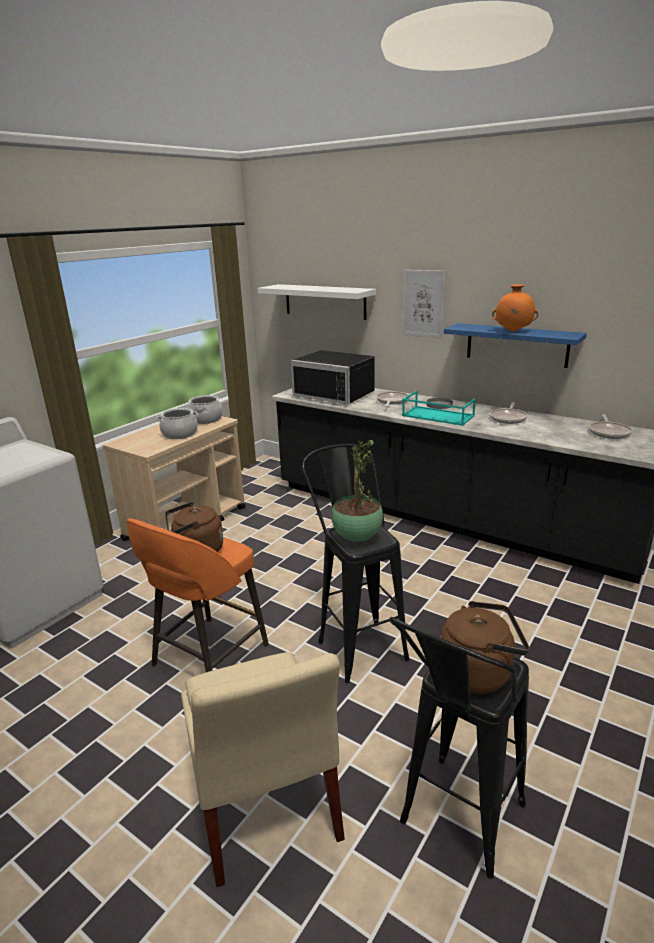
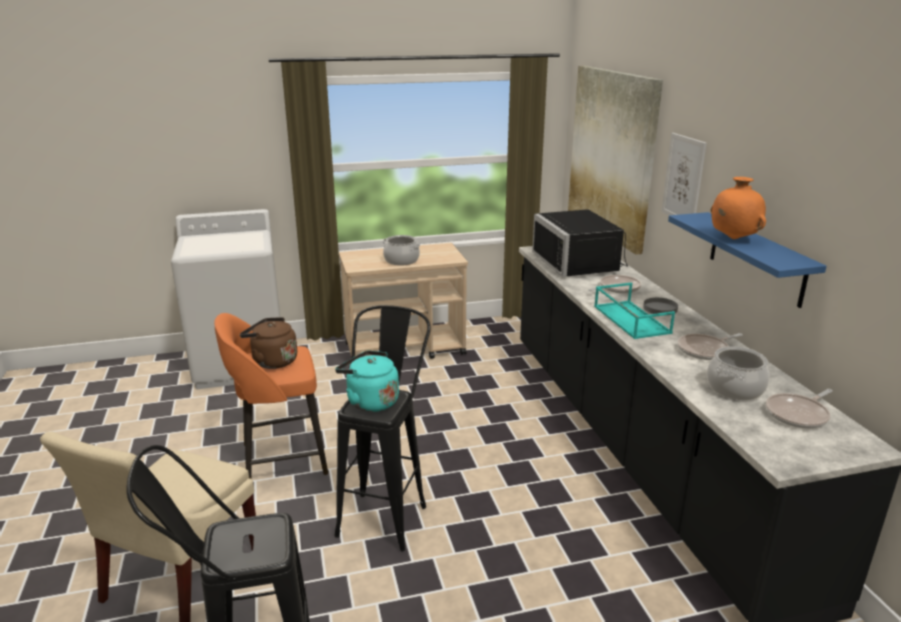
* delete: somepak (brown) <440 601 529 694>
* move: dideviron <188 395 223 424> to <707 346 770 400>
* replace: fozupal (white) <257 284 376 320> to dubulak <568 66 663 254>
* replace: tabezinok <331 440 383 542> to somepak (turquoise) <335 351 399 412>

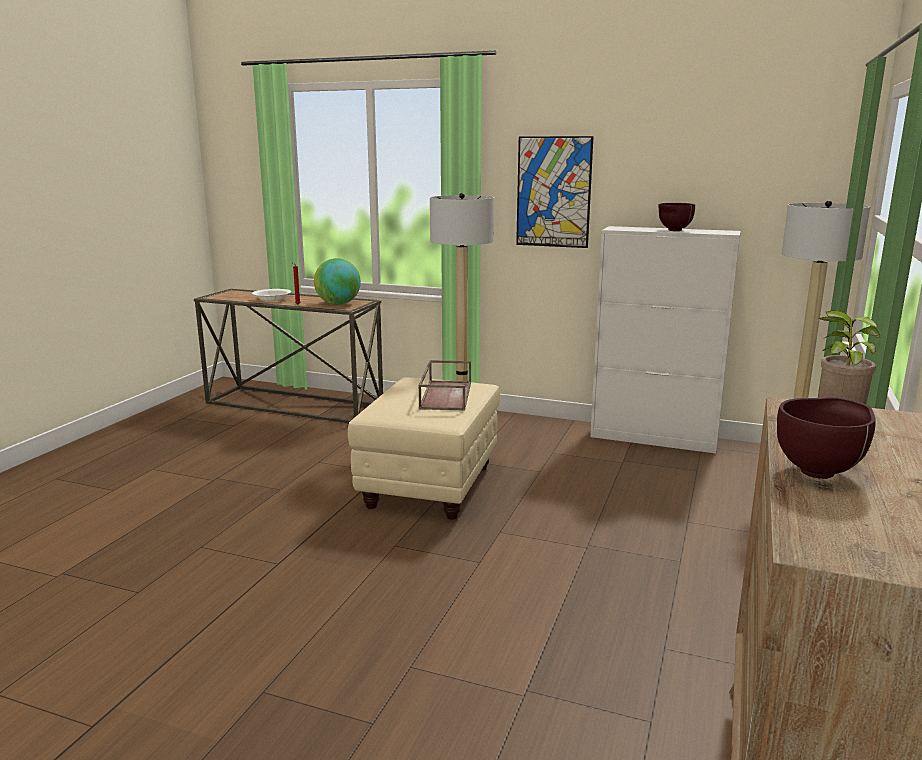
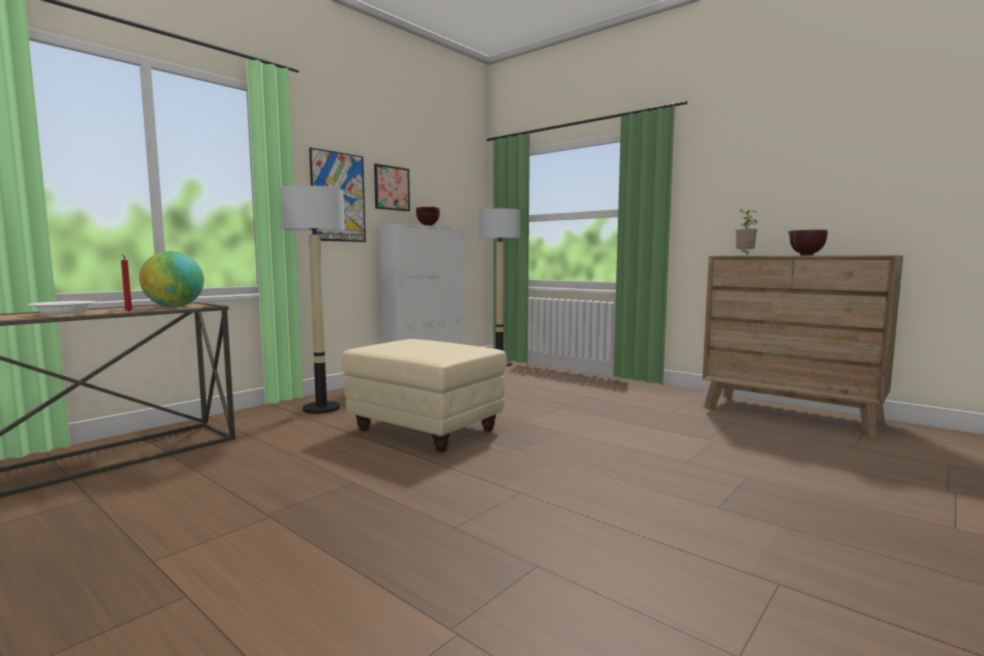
* delete: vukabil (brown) <419 360 471 411>
* insert: dubulak <374 164 410 211>

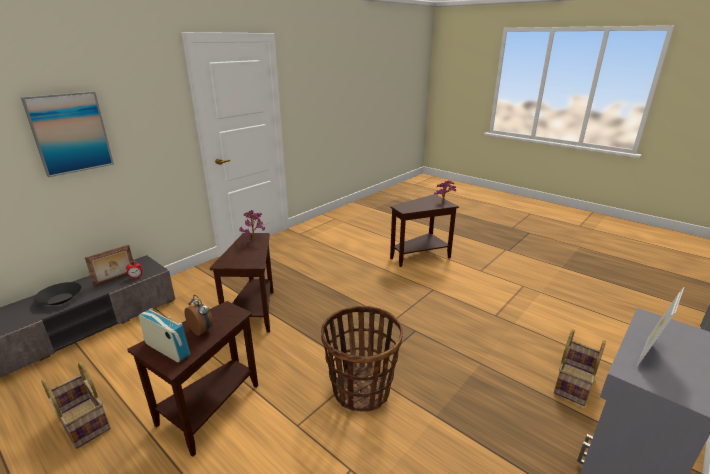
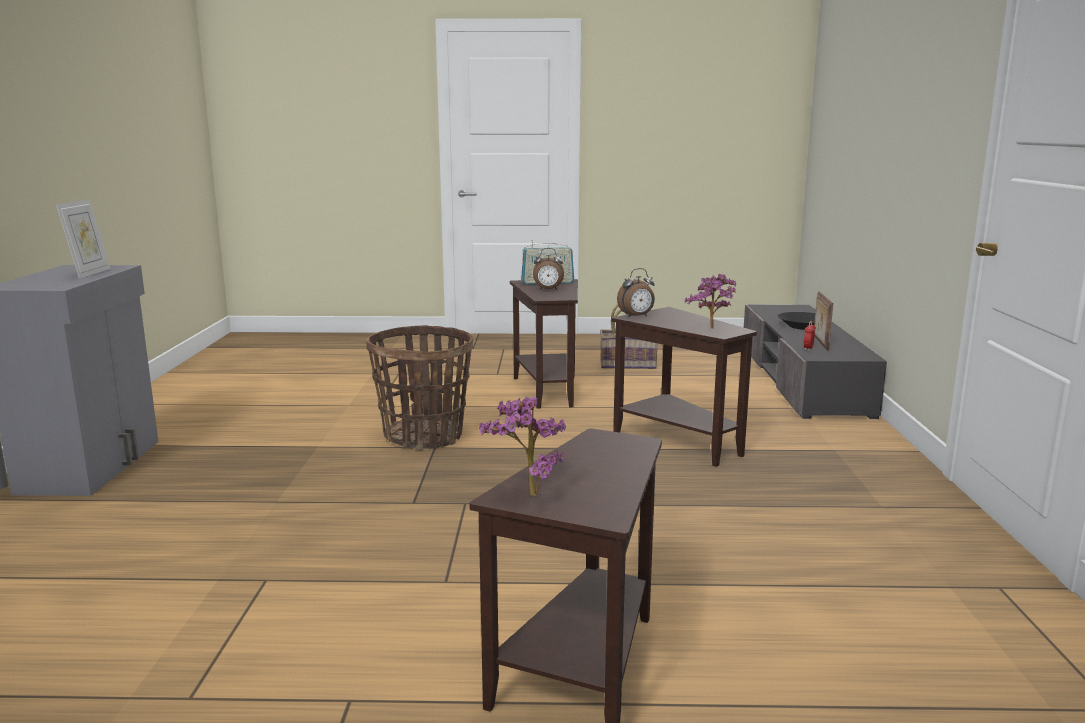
* delete: dubulak <21 91 114 177>
* delete: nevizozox <554 329 606 406>
* insert: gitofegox <617 268 655 318>

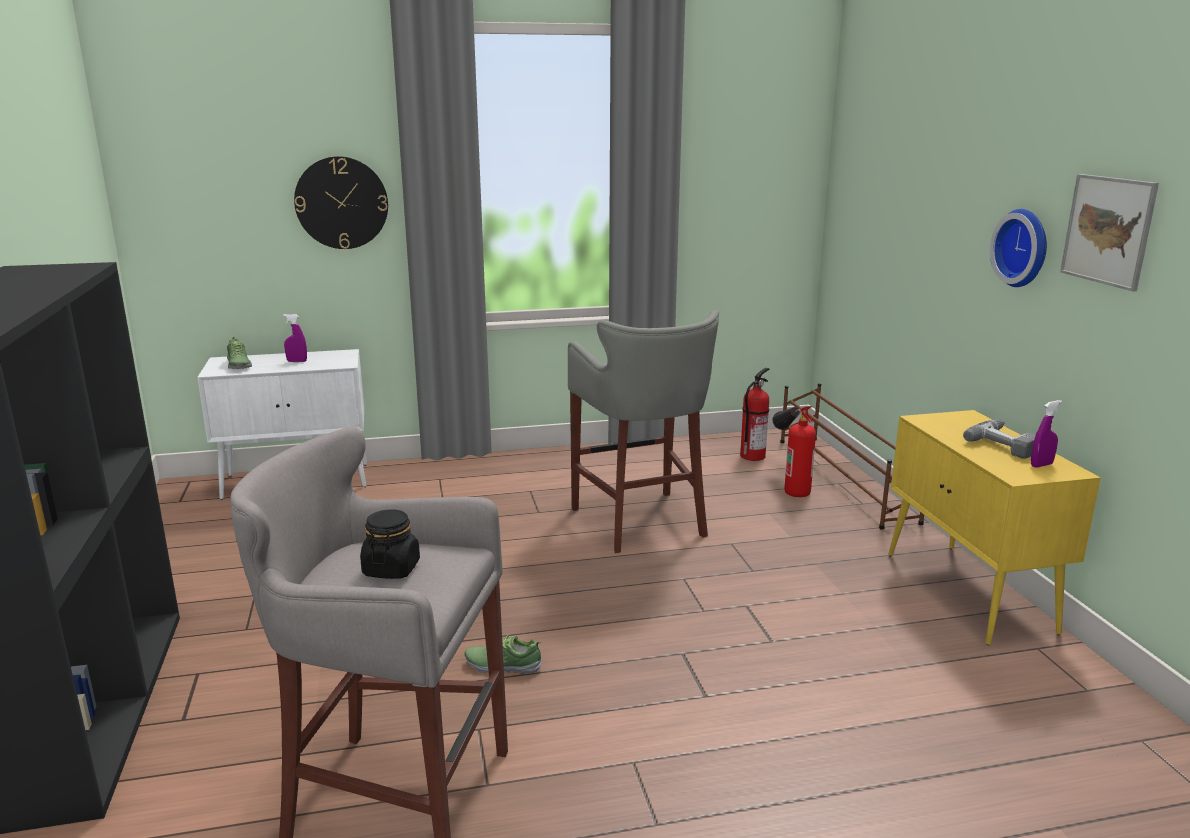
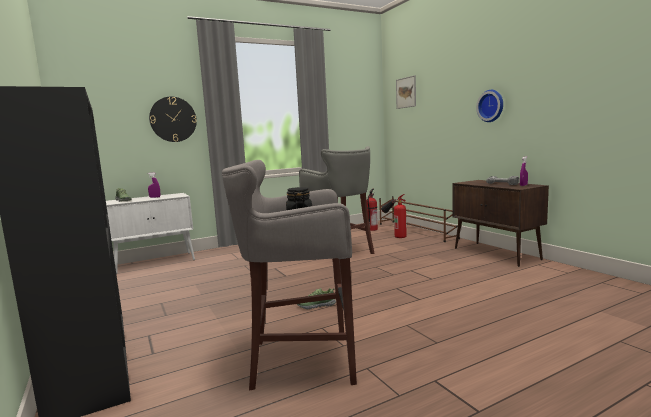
* move: dubulak <1060 174 1159 291> to <396 75 416 109>
* recolor: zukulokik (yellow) <888 410 1101 645> to zukulokik (brown) <452 180 549 267>

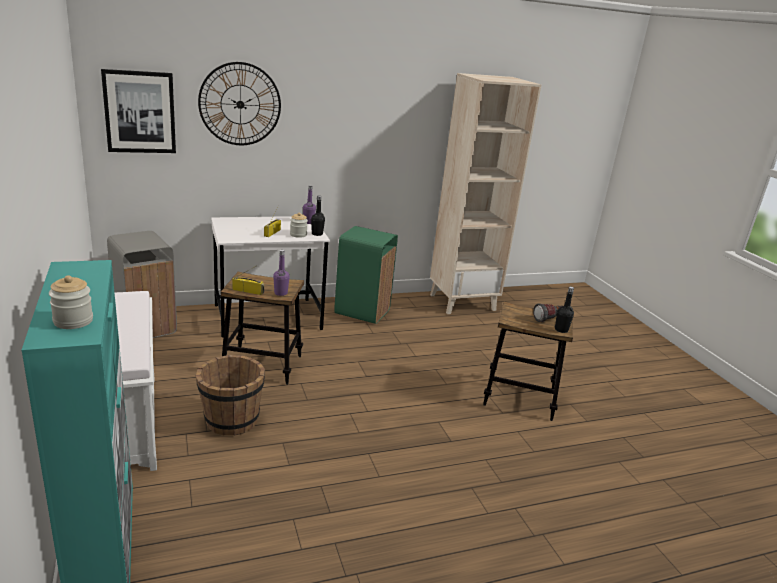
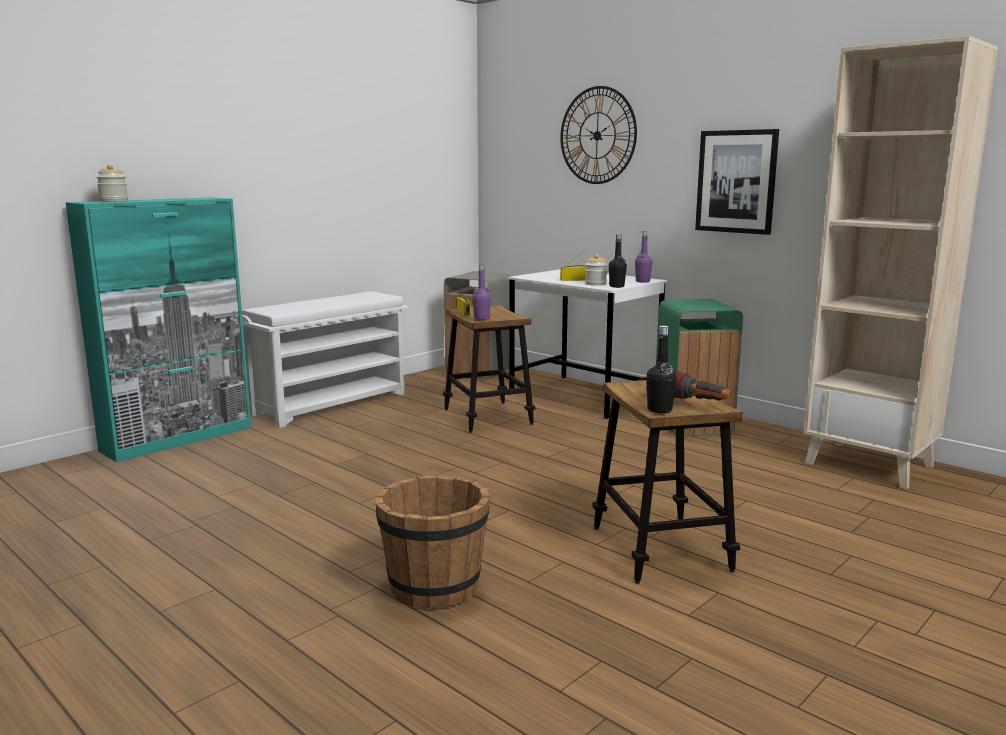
* move: dubulak <101 69 176 153> to <695 129 779 235>
* move: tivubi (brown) <196 355 265 436> to <375 475 490 608>

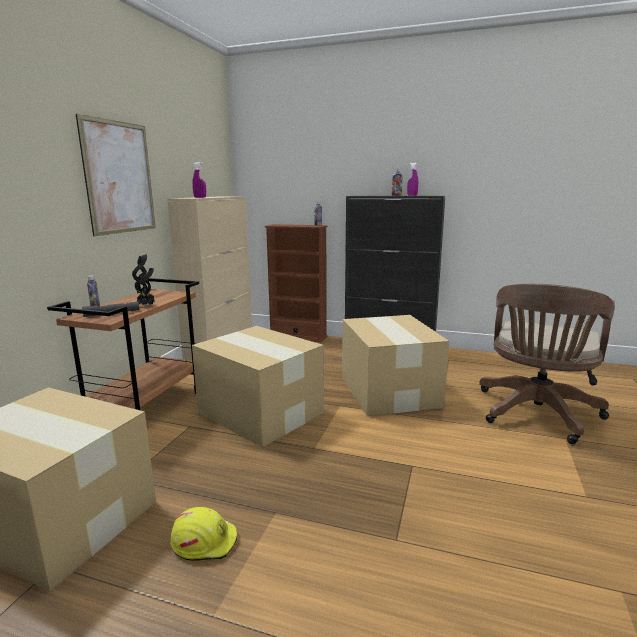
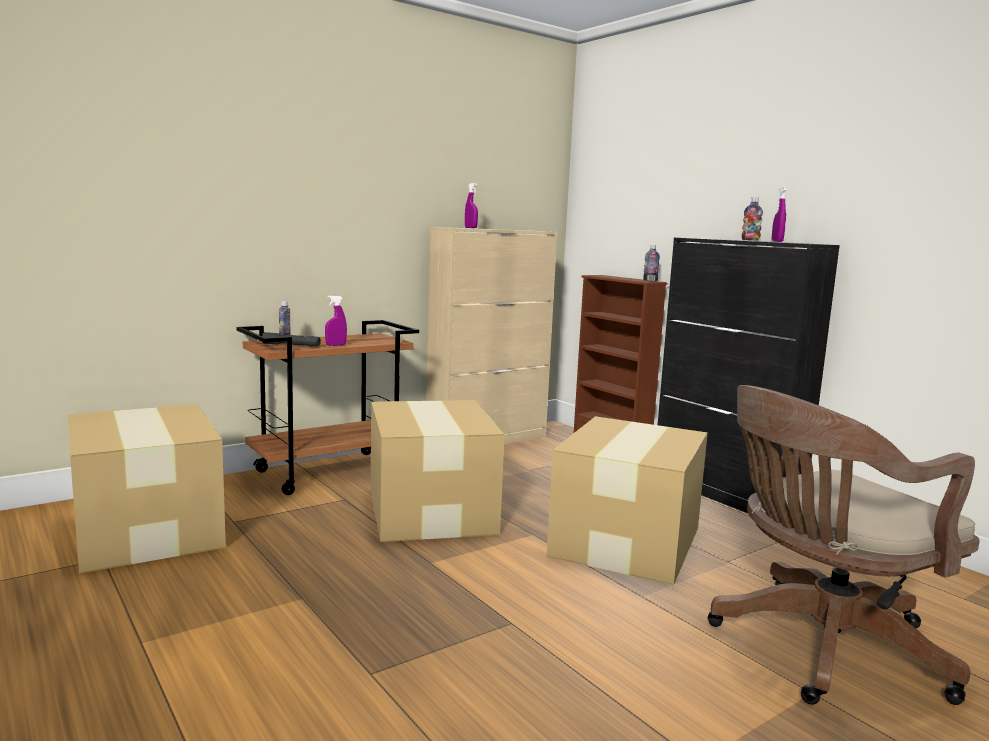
* delete: dubulak <76 114 156 236>
* delete: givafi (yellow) <171 507 237 561>
* replace: tabezinok <132 254 155 306> to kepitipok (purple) <325 295 347 346>

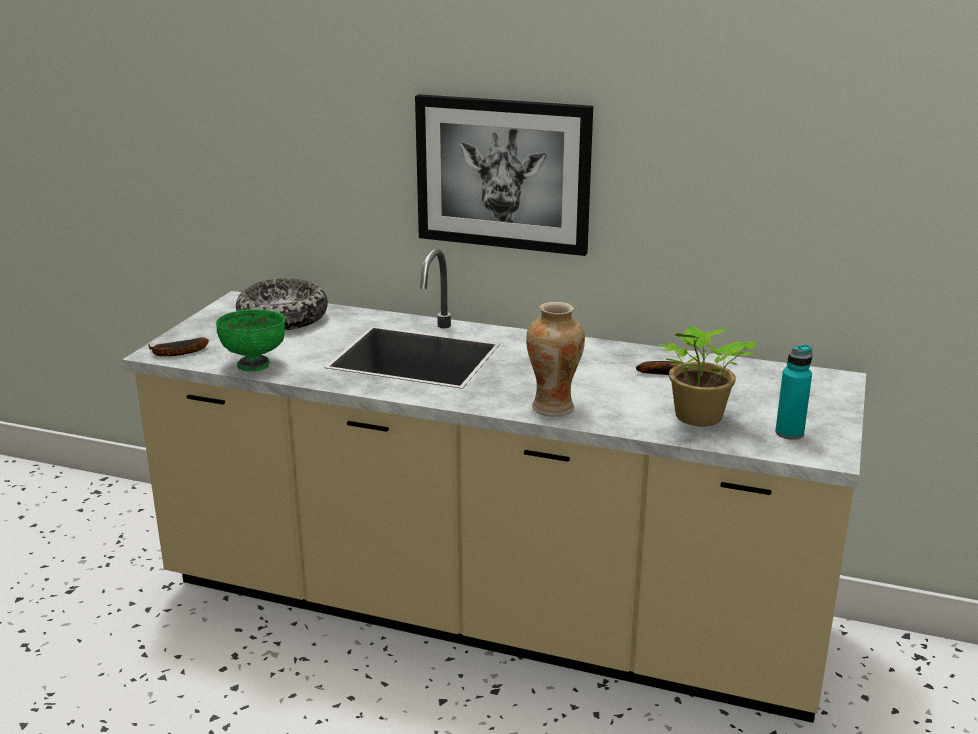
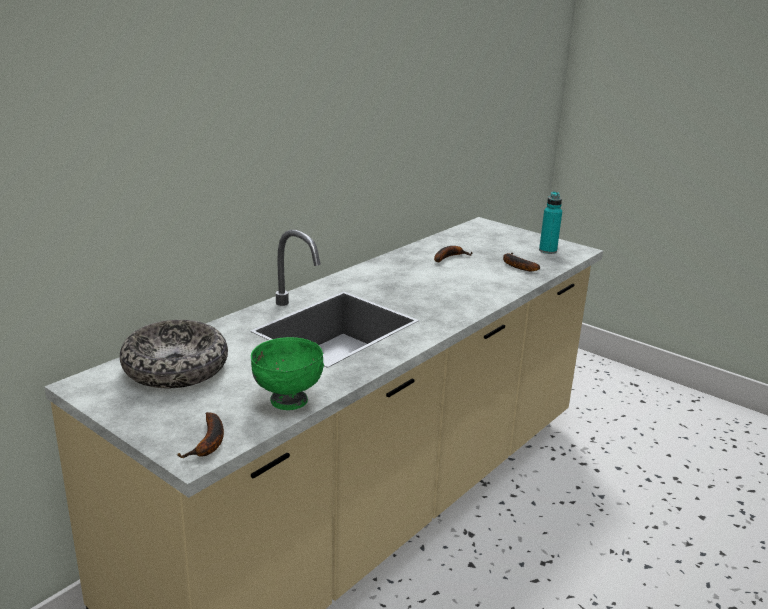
* delete: dubulak <415 94 593 256>
* delete: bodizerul <526 302 585 416>
* replace: tabezinok <658 326 755 426> to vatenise <503 253 540 271>

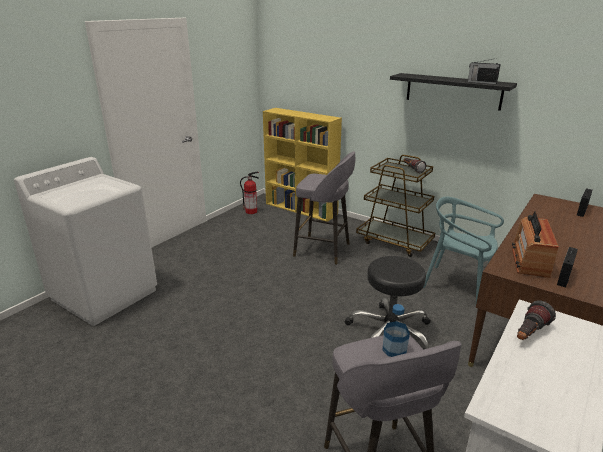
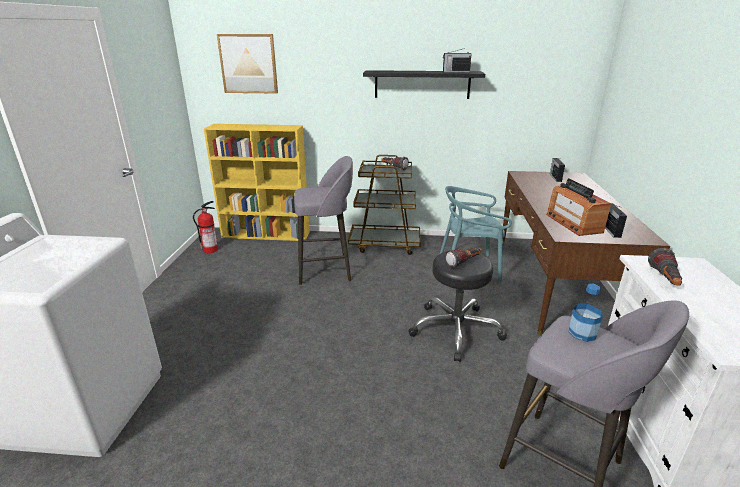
* insert: dubulak <217 34 278 94>
* insert: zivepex <445 247 482 268>

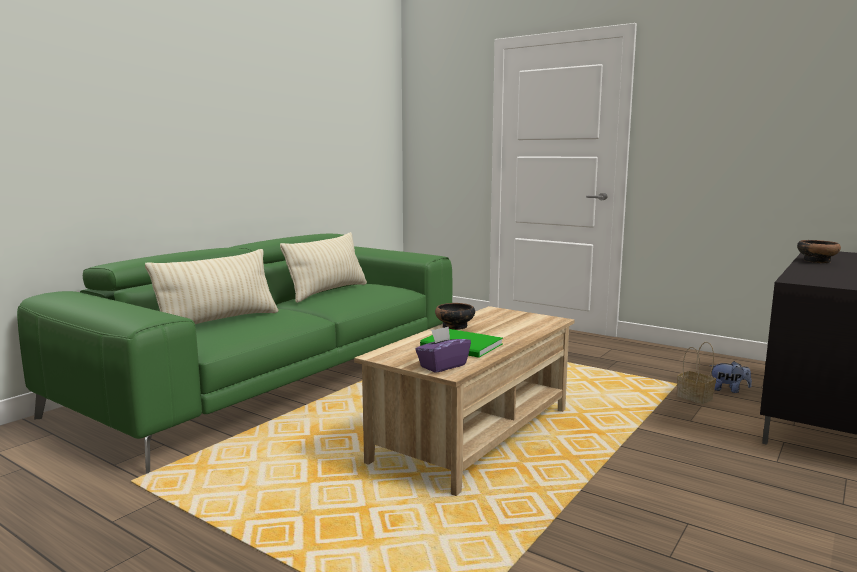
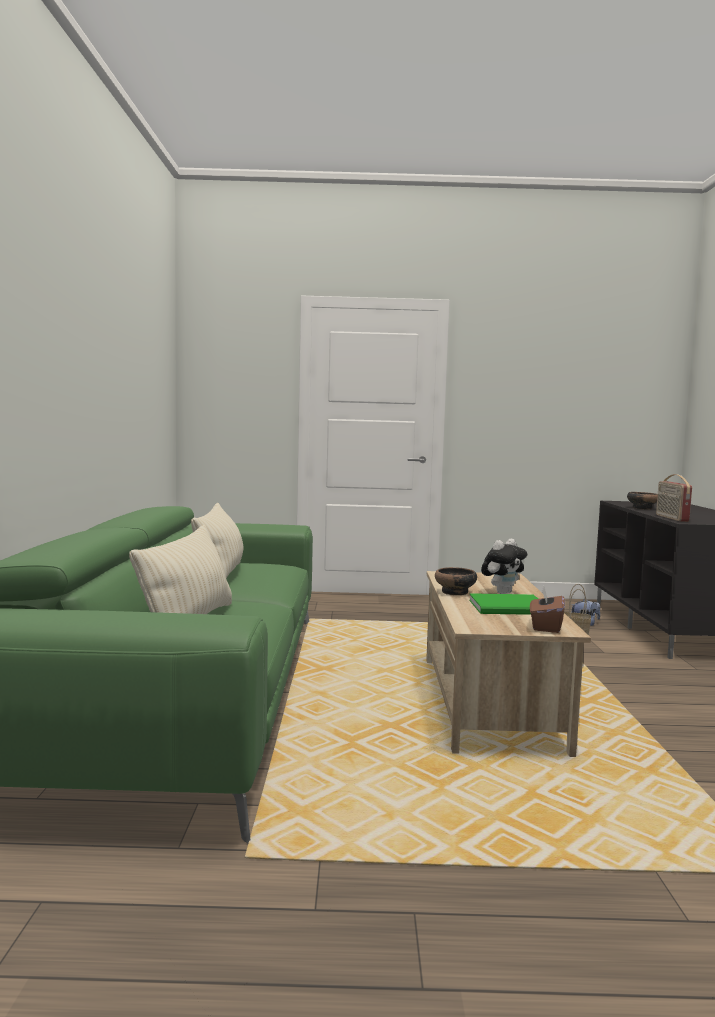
* insert: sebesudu <481 539 527 594>
* insert: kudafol <656 474 692 522>
* recolor: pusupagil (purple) <415 326 471 373> to pusupagil (brown) <530 587 565 633>

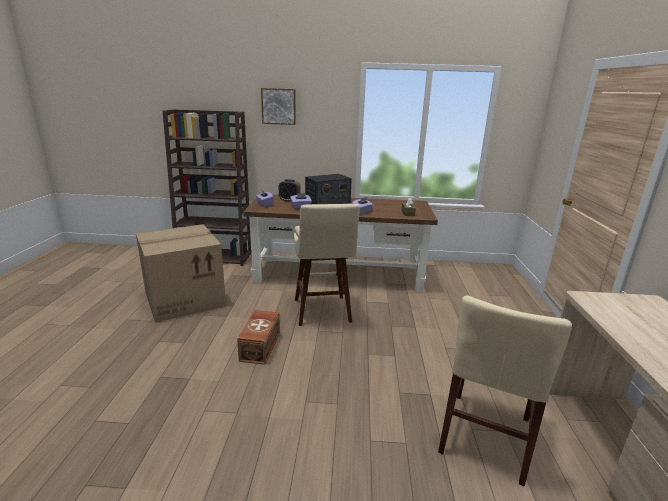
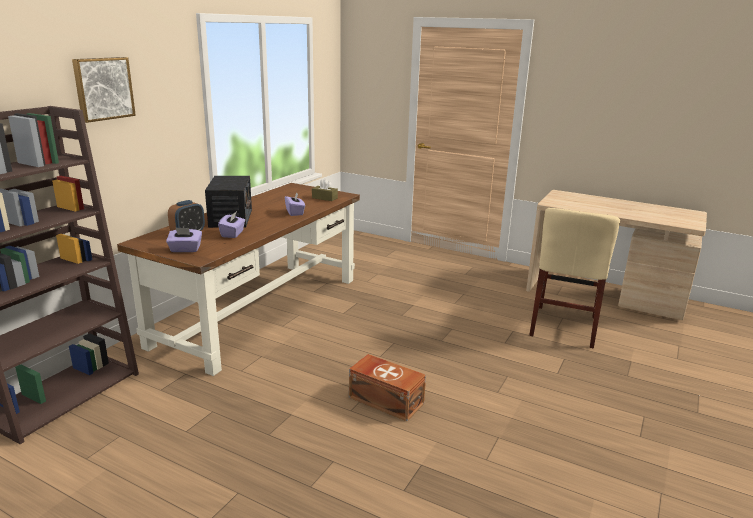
* delete: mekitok <136 224 226 323>
* delete: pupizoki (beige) <293 204 360 326>
* rotate: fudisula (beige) <438 296 572 486> = <529 208 620 348> 60 degrees clockwise

